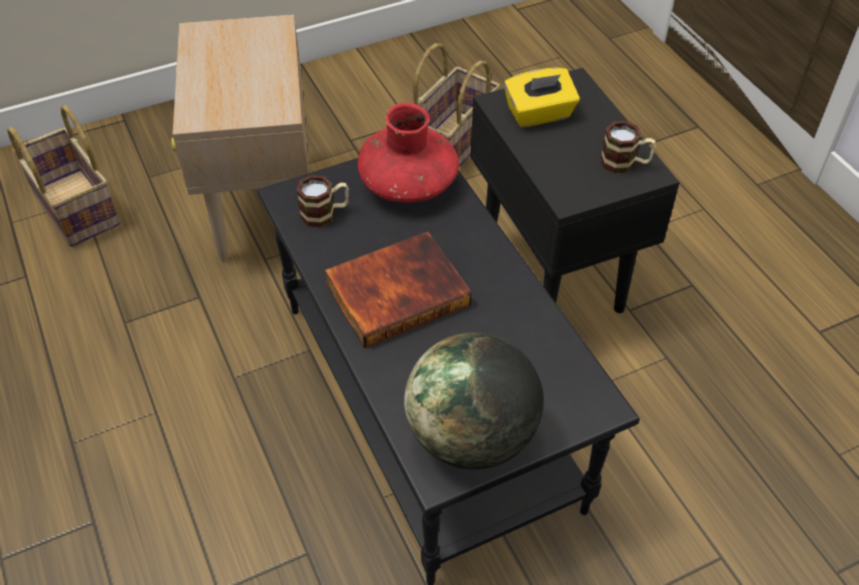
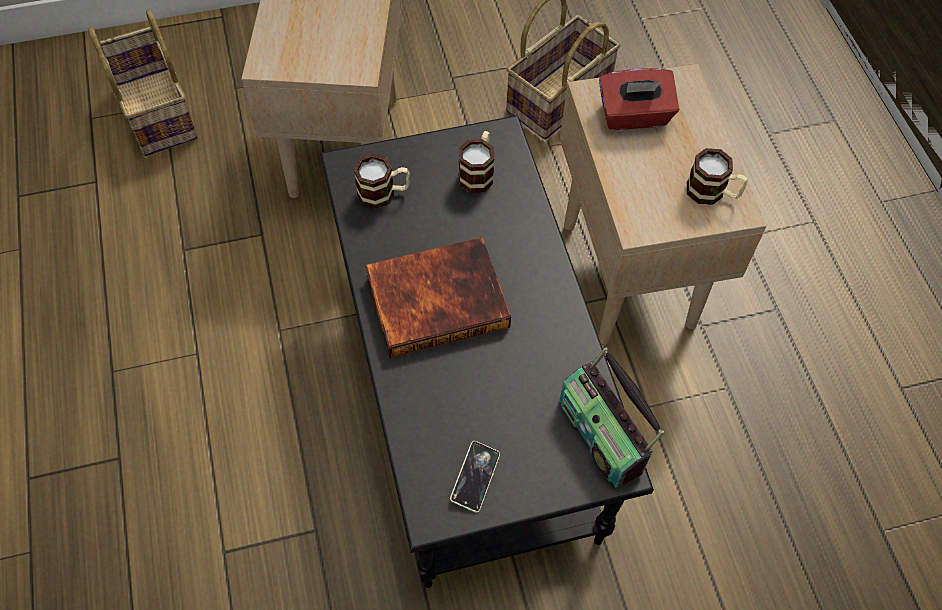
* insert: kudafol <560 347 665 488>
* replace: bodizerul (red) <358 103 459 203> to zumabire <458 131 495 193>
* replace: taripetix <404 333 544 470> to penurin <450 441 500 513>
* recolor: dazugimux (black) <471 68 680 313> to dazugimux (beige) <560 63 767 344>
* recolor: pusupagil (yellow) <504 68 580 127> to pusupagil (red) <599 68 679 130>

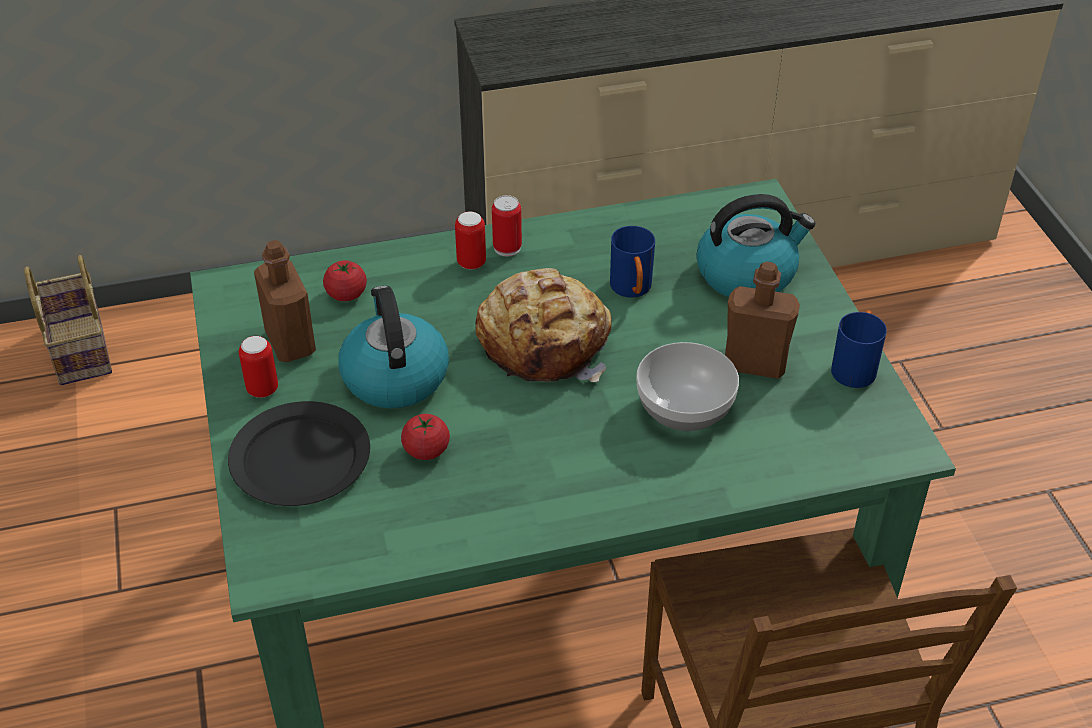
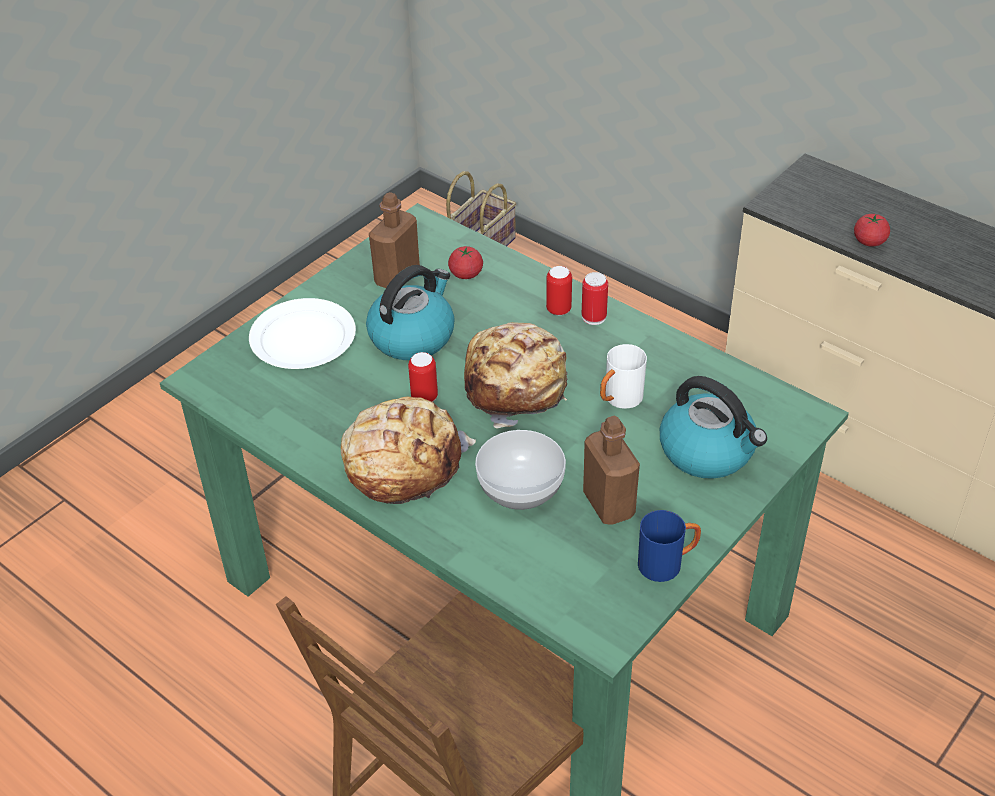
* insert: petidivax <341 397 476 504>
* move: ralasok <239 336 278 398> to <408 352 438 402>
* move: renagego <401 414 450 460> to <854 214 890 247>
* recolor: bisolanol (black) <228 401 370 506> to bisolanol (white) <249 298 356 369>
* recolor: zumabire (blue) <610 226 655 298> to zumabire (white) <600 344 647 409>

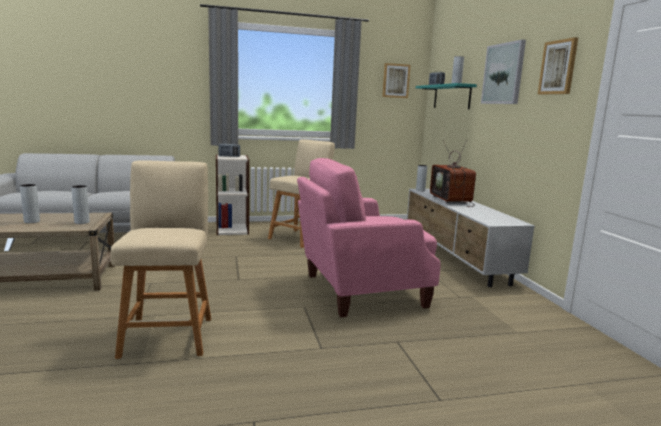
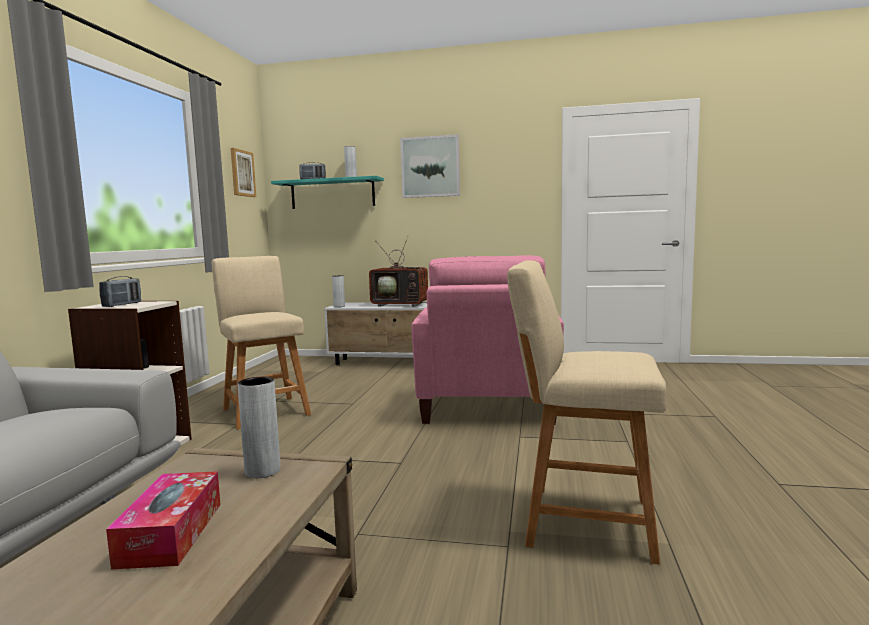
* delete: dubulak <538 37 578 95>
* replace: bodizerul (grey) <20 184 40 223> to pusupagil <106 471 221 570>

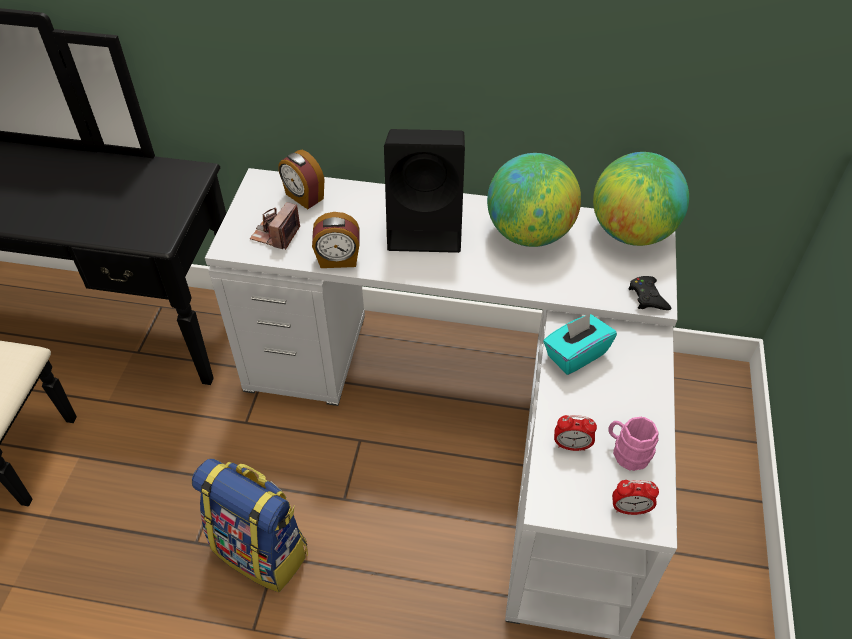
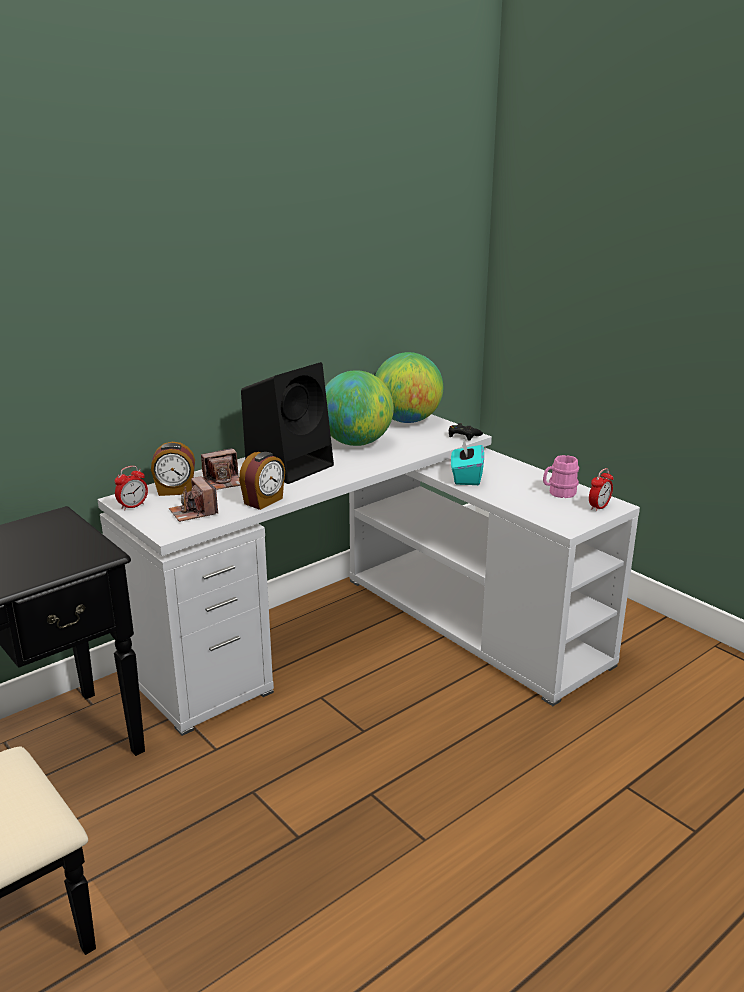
* delete: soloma <192 459 308 592>
* insert: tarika <201 448 240 490>
* move: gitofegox <554 415 597 451> to <115 466 148 511>

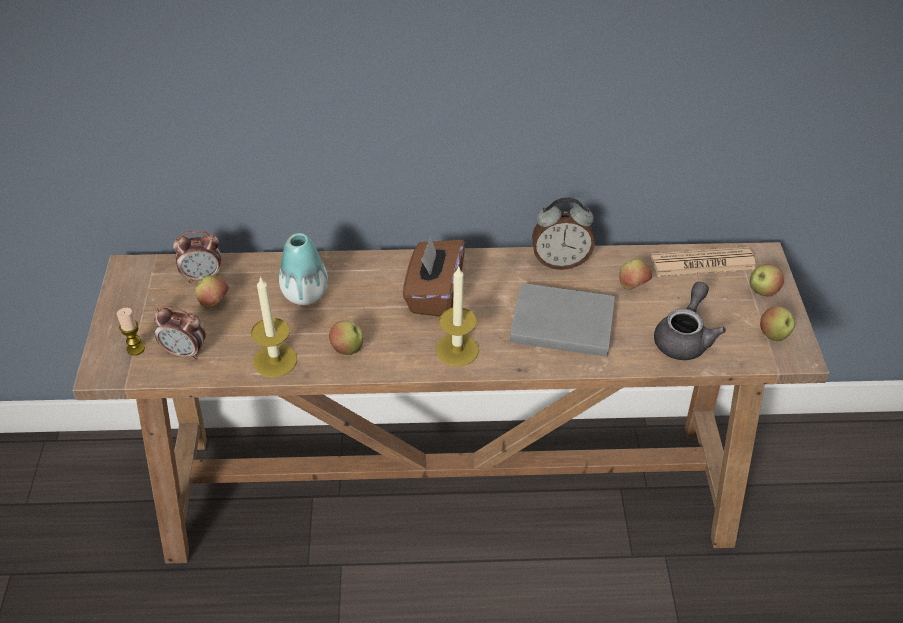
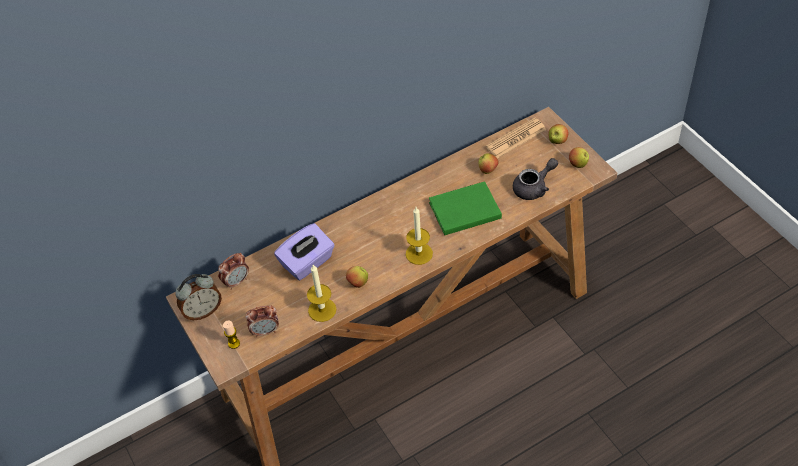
* delete: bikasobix <195 275 229 309>
* delete: pusupagil (brown) <403 236 465 317>
* move: gitofegox <532 197 595 270> to <175 274 222 320>
* replace: bodizerul <279 233 328 305> to pusupagil (purple) <274 223 335 280>
* recolor: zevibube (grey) <510 283 615 357> to zevibube (green) <429 181 502 236>
* rotate: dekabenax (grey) <654 282 726 360> = <513 158 558 200> 60 degrees clockwise

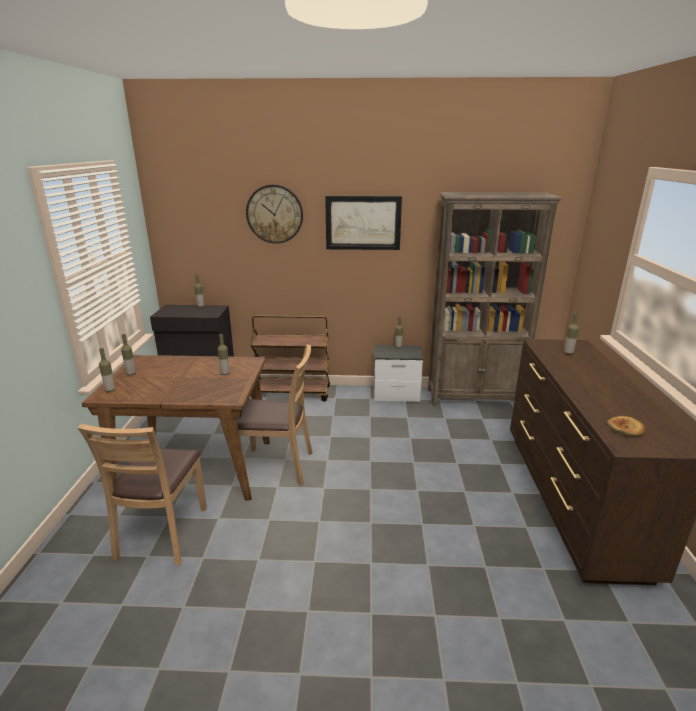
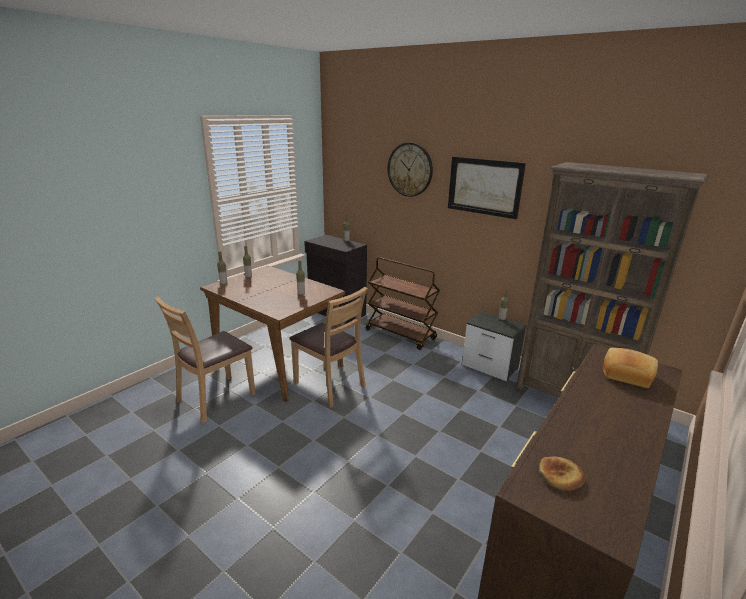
* replace: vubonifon <564 313 579 355> to petidivax <603 348 658 388>

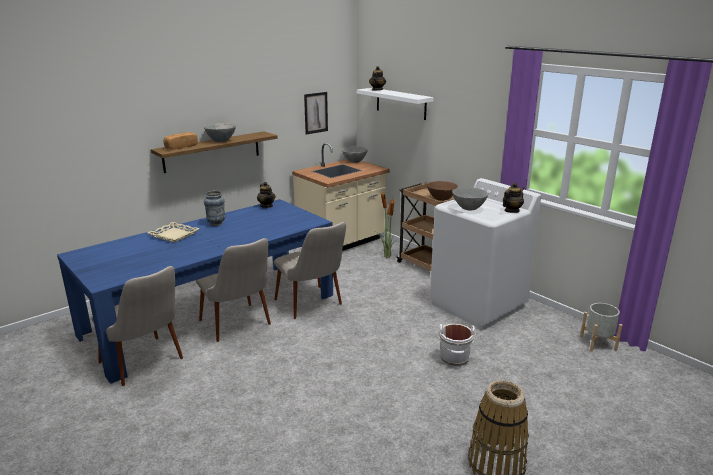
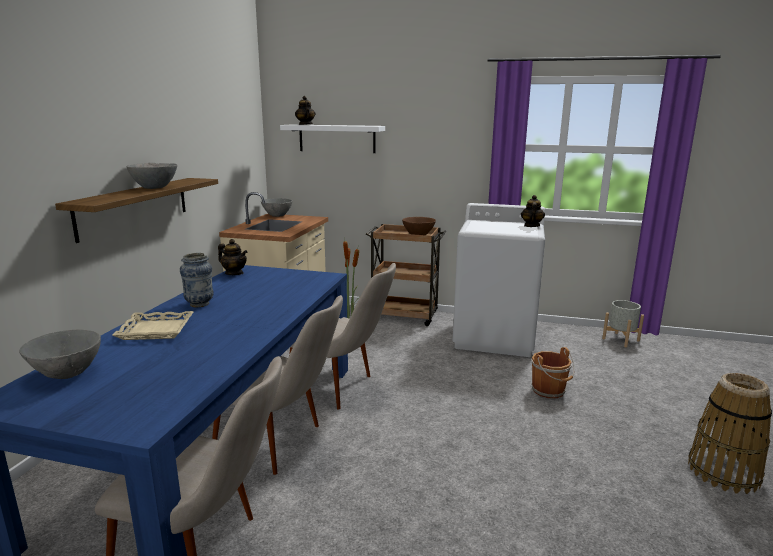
* delete: petidivax <164 132 198 150>
* delete: dubulak <304 92 328 135>
* move: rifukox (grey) <452 187 488 211> to <19 330 101 379>
* recolor: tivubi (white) <438 324 476 366> to tivubi (brown) <531 347 575 398>

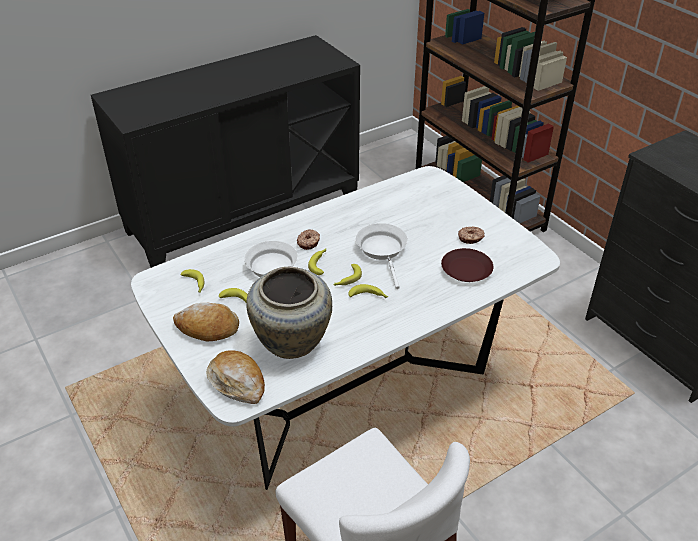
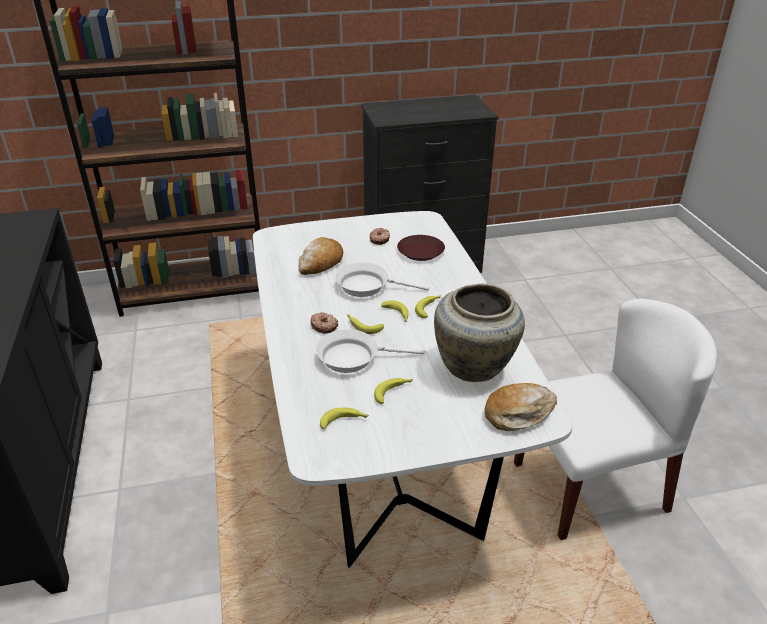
* move: petidivax <173 303 239 342> to <298 237 343 275>

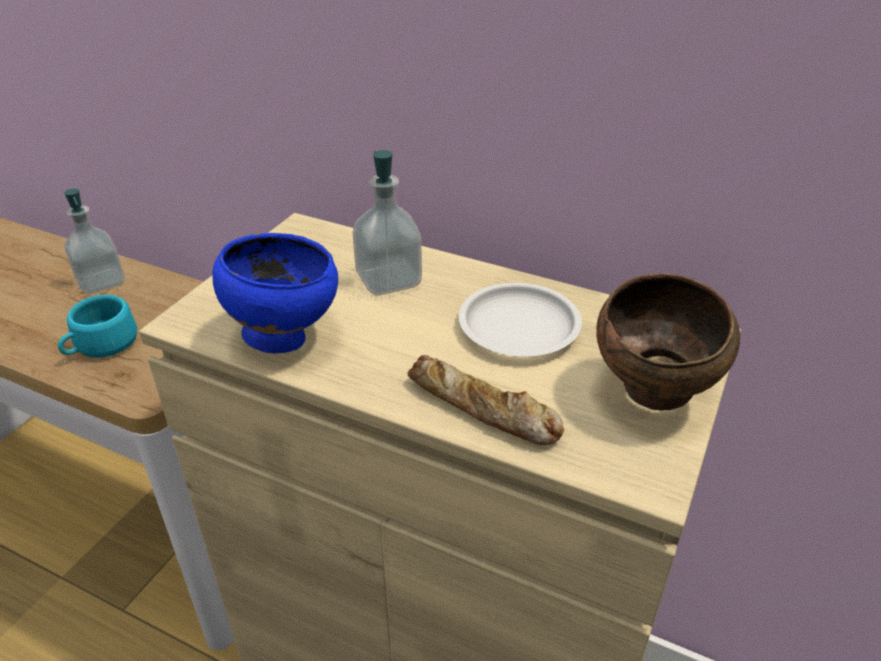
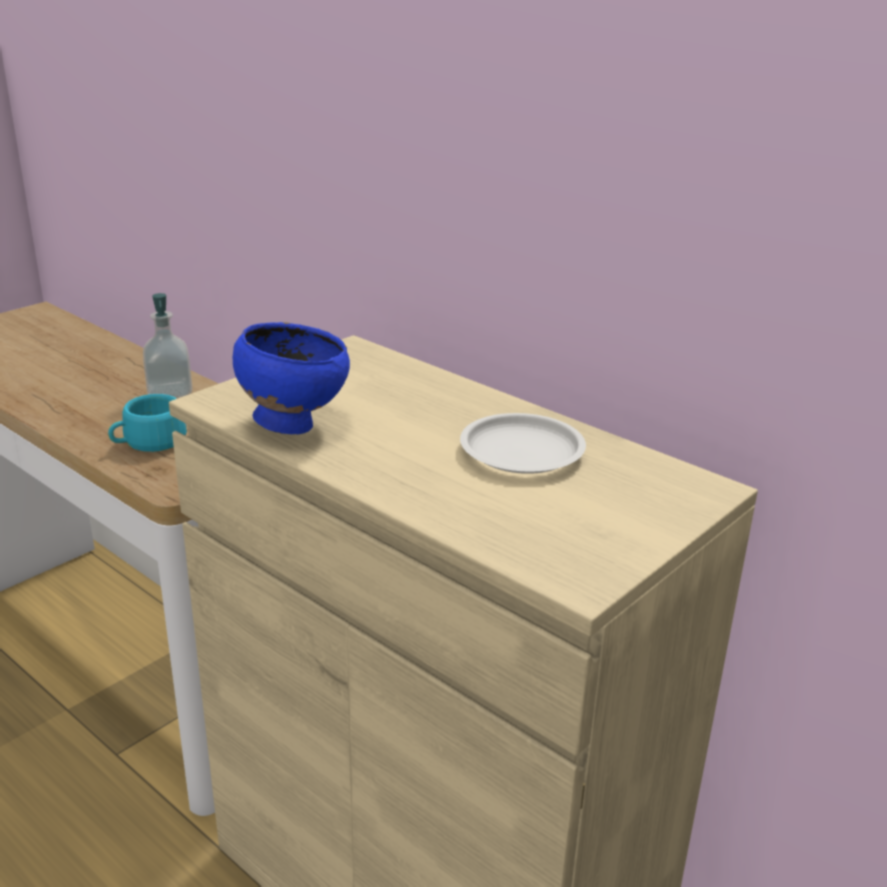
* delete: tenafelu <353 150 422 295>
* delete: petidivax <407 355 564 445>
* delete: rifukox (brown) <596 273 740 411>

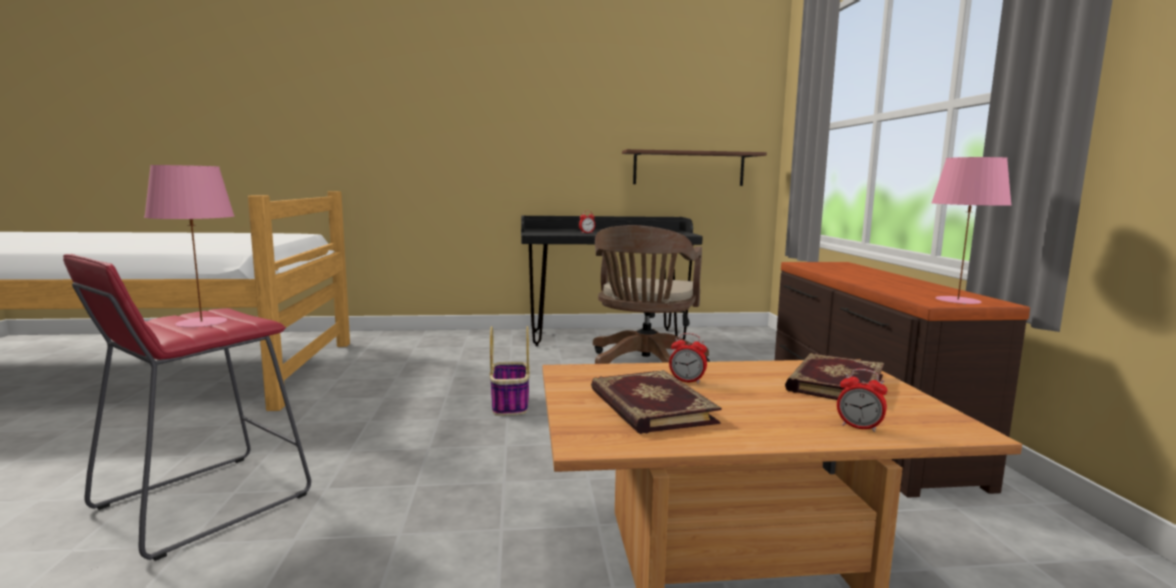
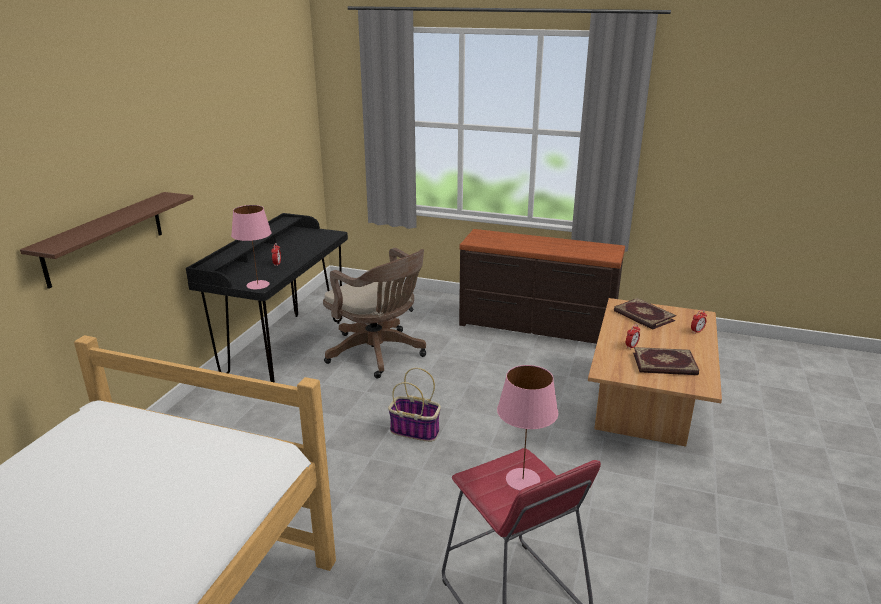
* move: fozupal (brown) <622 149 767 186> to <20 192 194 289>
* move: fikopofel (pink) <931 157 1012 304> to <231 205 272 289>

